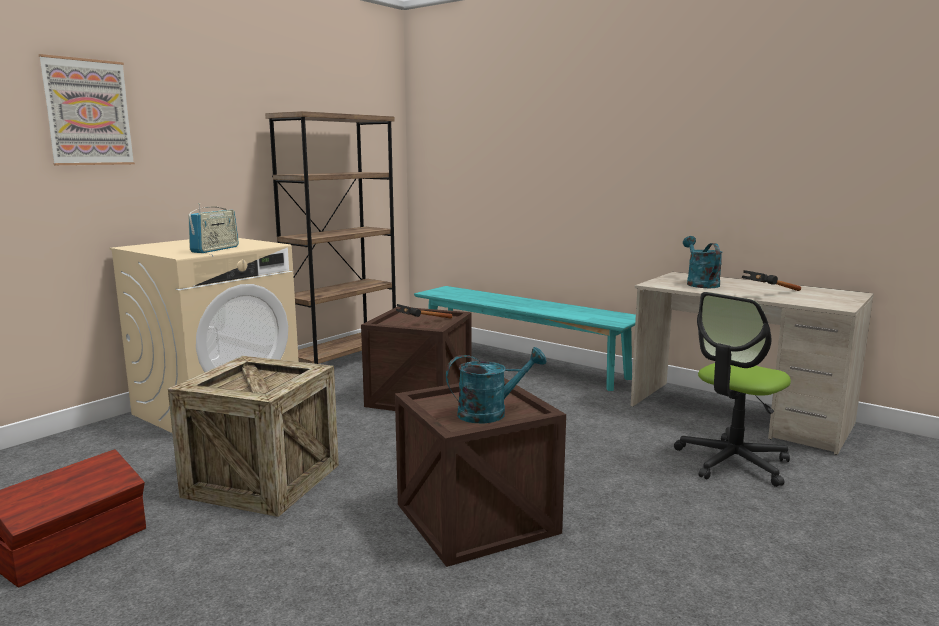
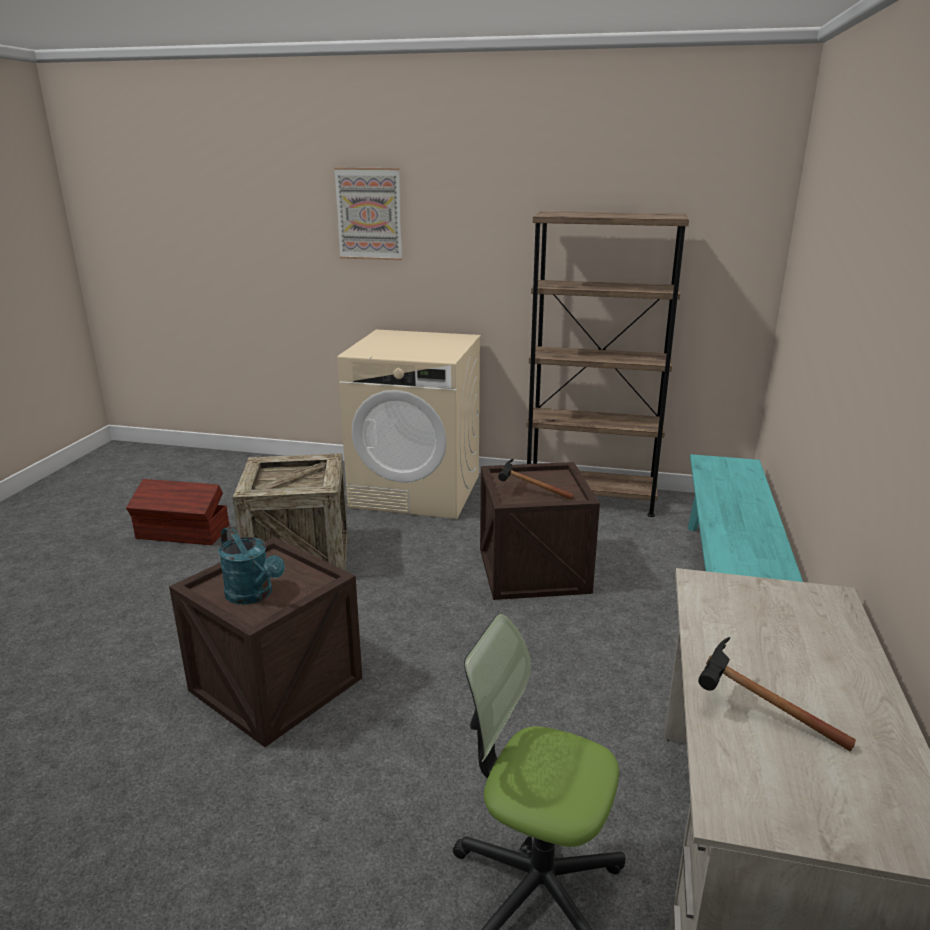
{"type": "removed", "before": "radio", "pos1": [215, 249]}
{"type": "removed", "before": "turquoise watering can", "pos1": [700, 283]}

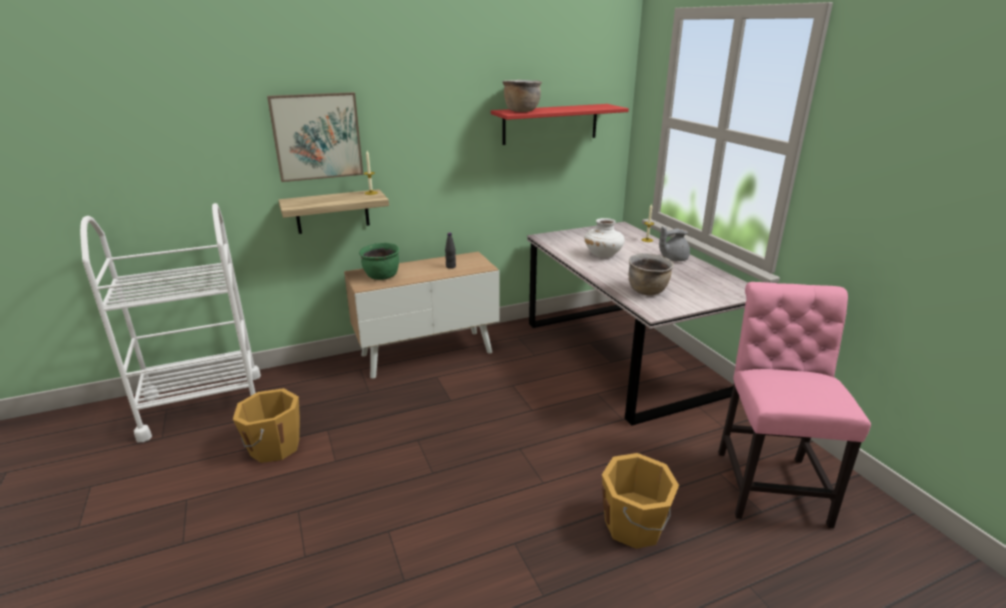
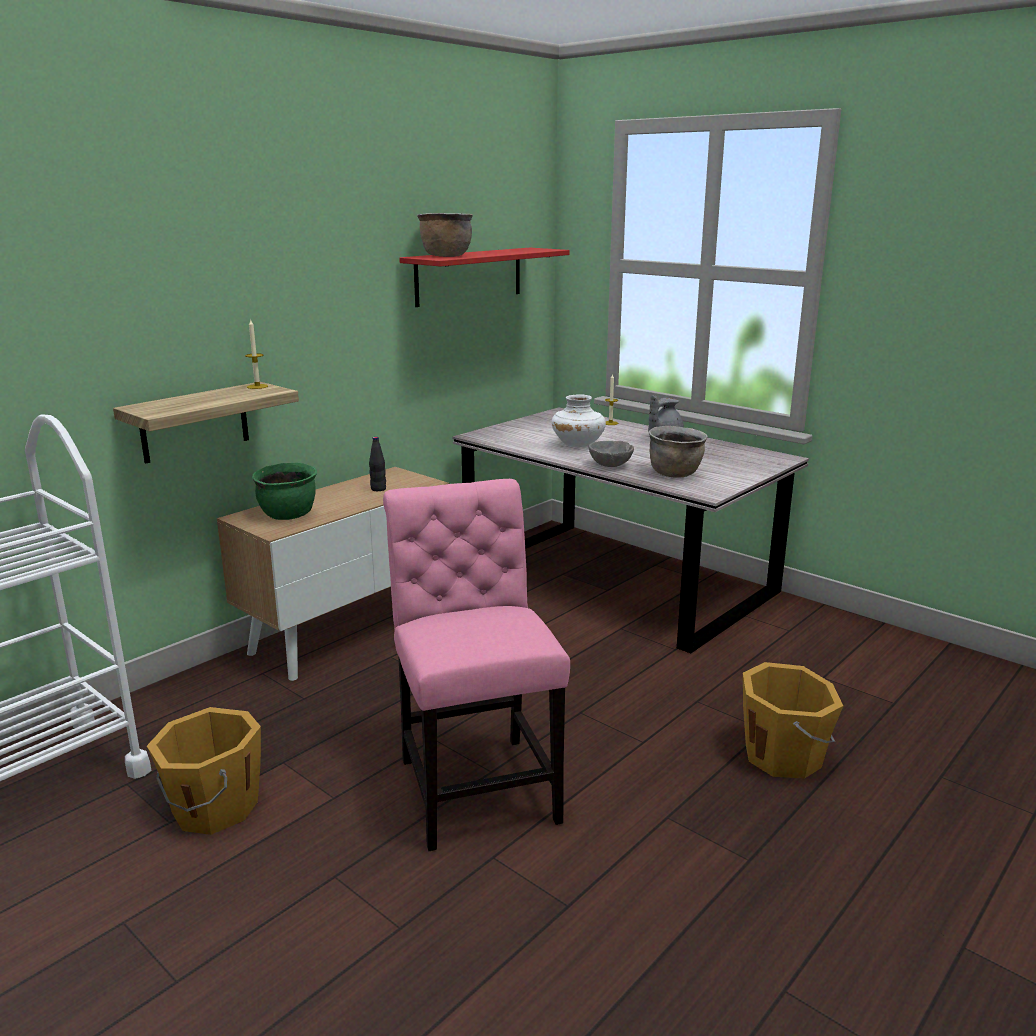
{"type": "removed", "before": "picture", "pos1": [317, 136]}
{"type": "moved", "before": "pink chair", "pos1": [769, 482], "pos2": [476, 784]}
{"type": "added", "after": "grey bowl", "pos2": [611, 465]}

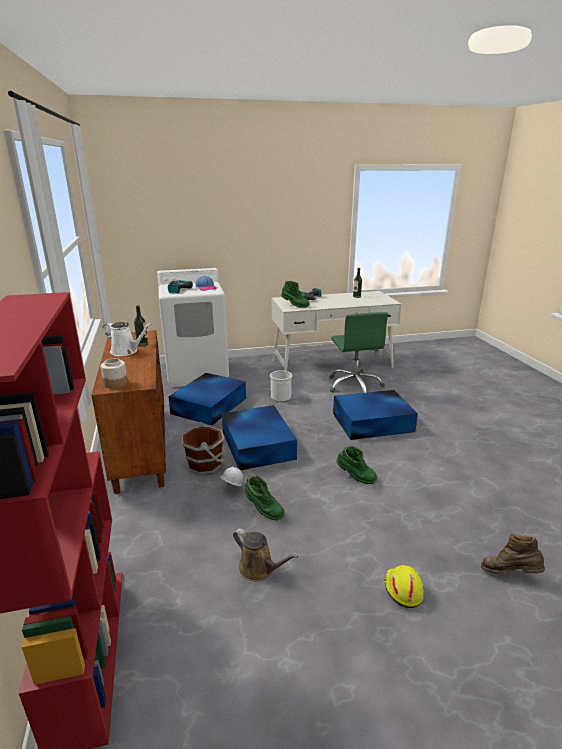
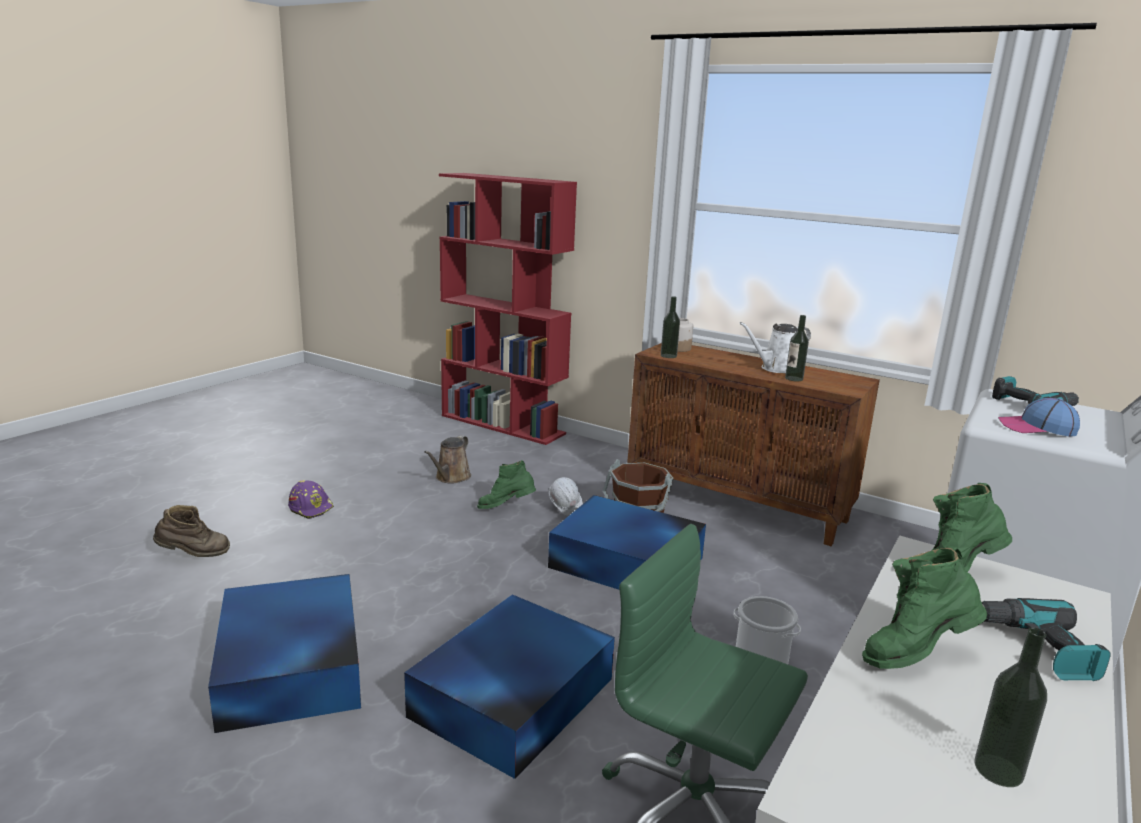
{"type": "moved", "before": "blue storage box", "pos1": [210, 405], "pos2": [289, 668]}
{"type": "turned", "before": "brown watering can", "pos1": [259, 569], "pos2": [451, 478], "turn": -60}
{"type": "moved", "before": "green boot", "pos1": [355, 477], "pos2": [915, 654]}
{"type": "recoloured", "before": "yellow hard hat", "after": "purple hard hat", "pos1": [402, 589], "pos2": [311, 508]}
{"type": "added", "after": "bottle", "pos2": [668, 356]}

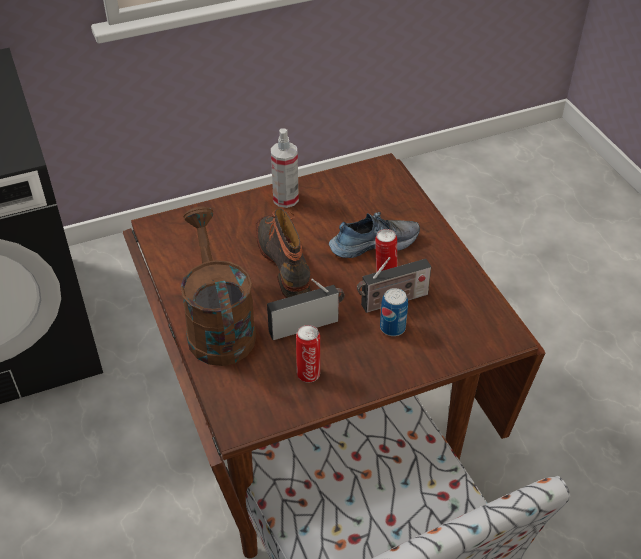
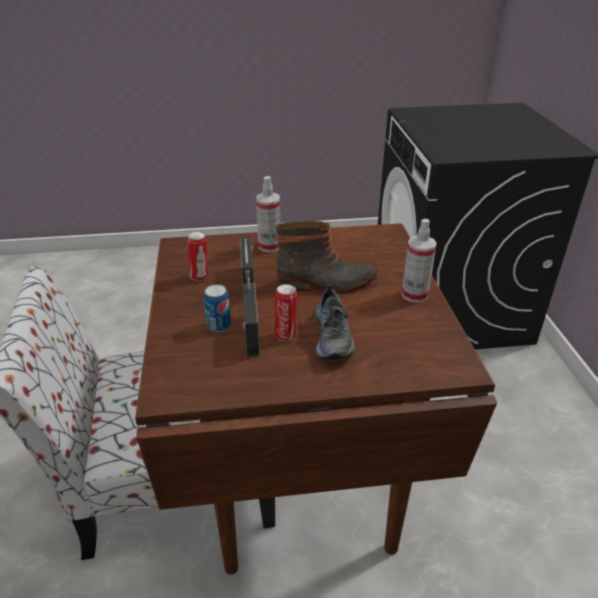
{"type": "replaced", "before": "brown watering can", "after": "spray bottle", "pos1": [218, 326], "pos2": [269, 246]}

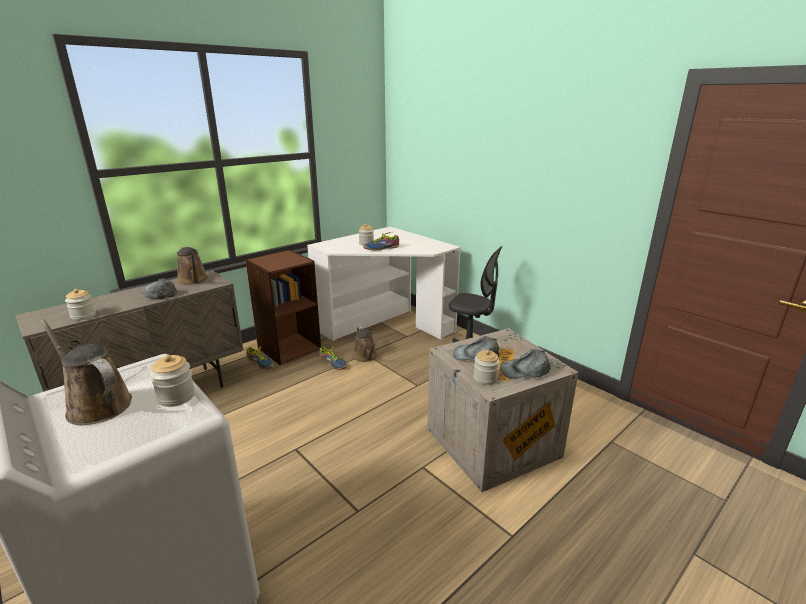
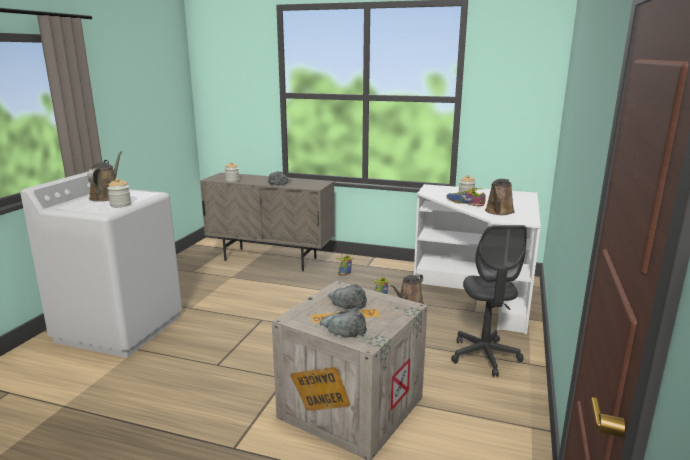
{"type": "moved", "before": "brown watering can", "pos1": [193, 280], "pos2": [498, 212]}
{"type": "removed", "before": "brown bookcase", "pos1": [289, 348]}
{"type": "removed", "before": "jar", "pos1": [485, 378]}

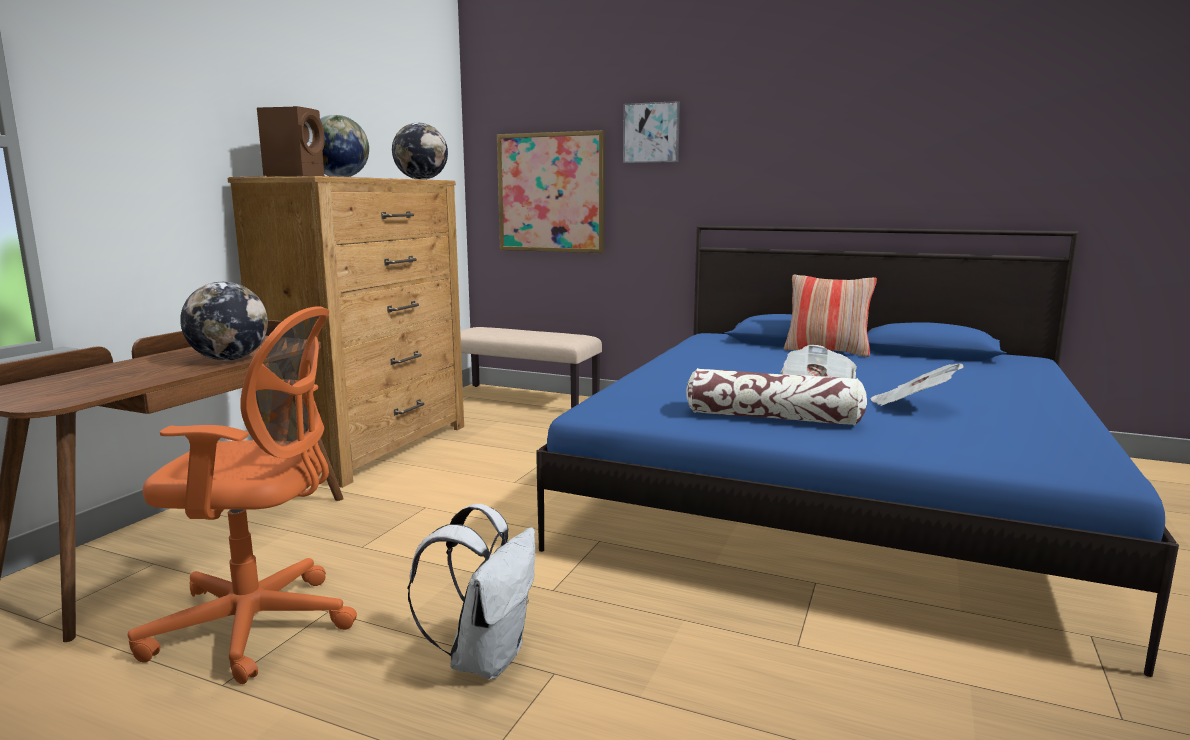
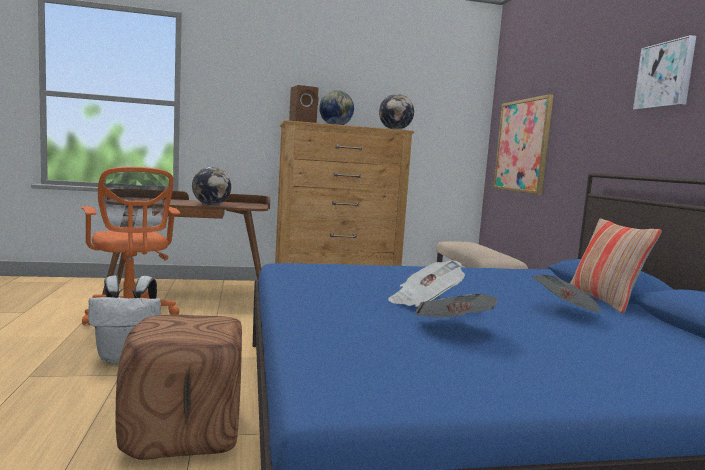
{"type": "moved", "before": "picture", "pos1": [651, 133], "pos2": [665, 75]}
{"type": "removed", "before": "pillow", "pos1": [773, 418]}
{"type": "added", "after": "brown ottoman", "pos2": [184, 433]}
{"type": "added", "after": "newspaper", "pos2": [567, 312]}

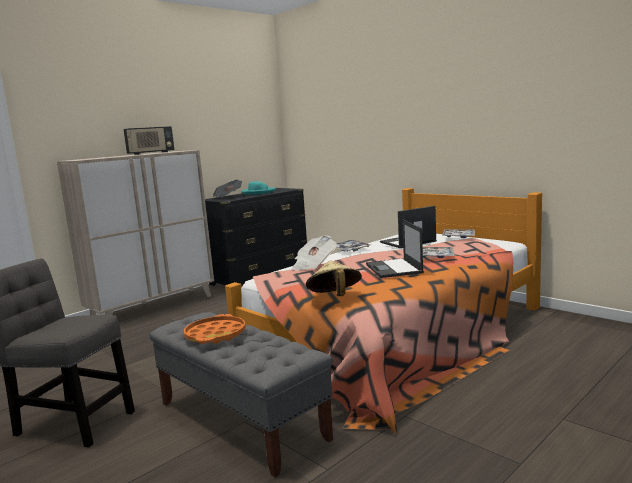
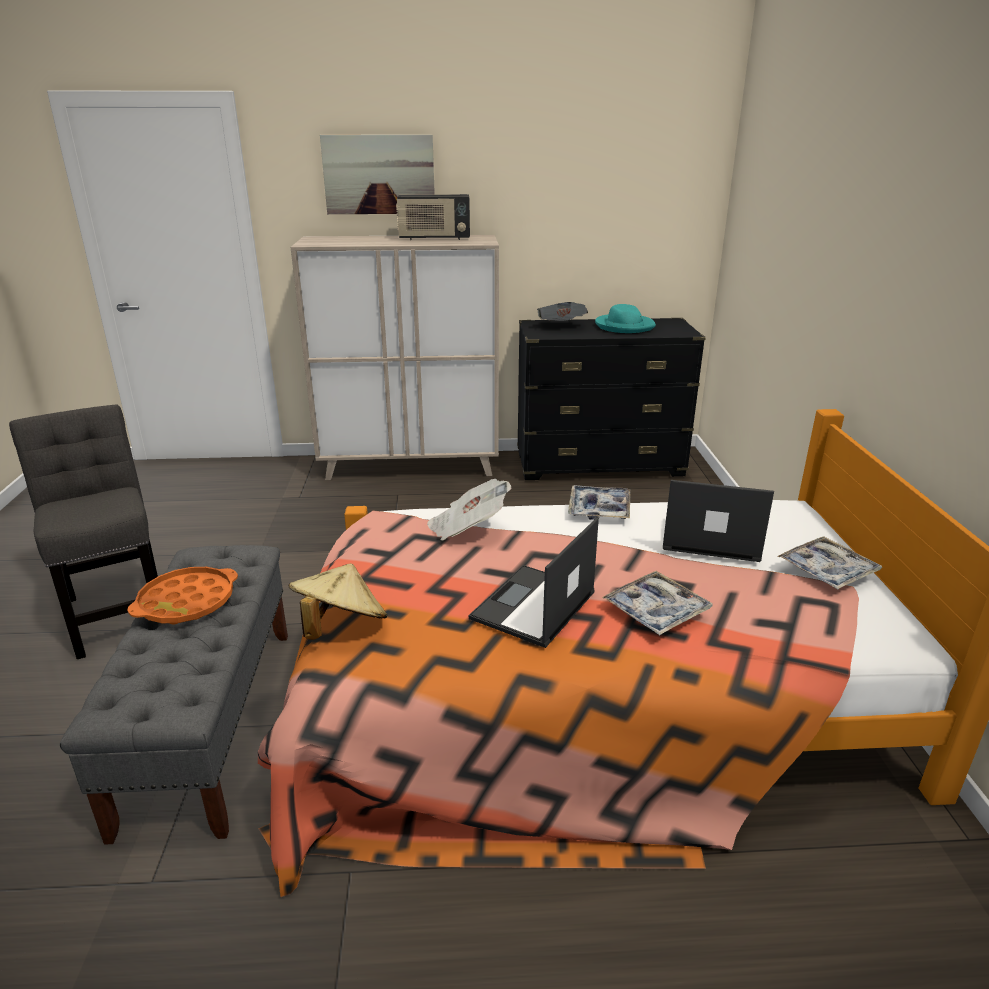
{"type": "added", "after": "picture", "pos2": [379, 175]}

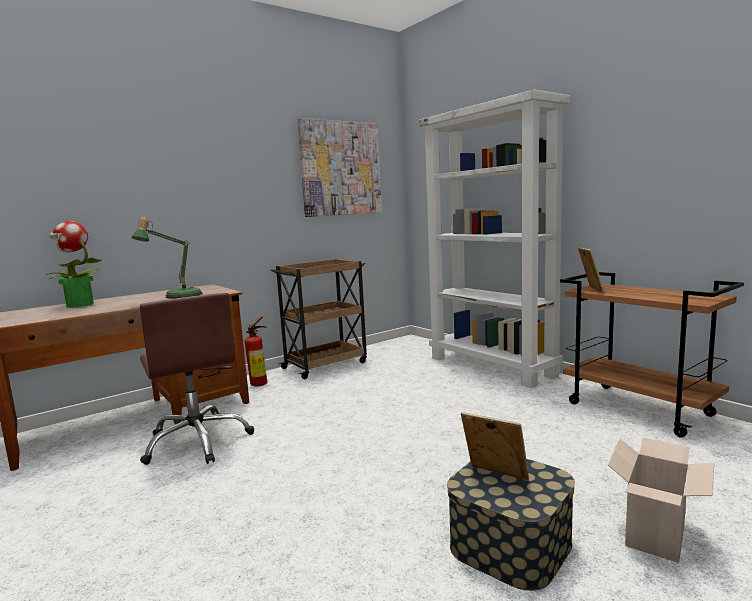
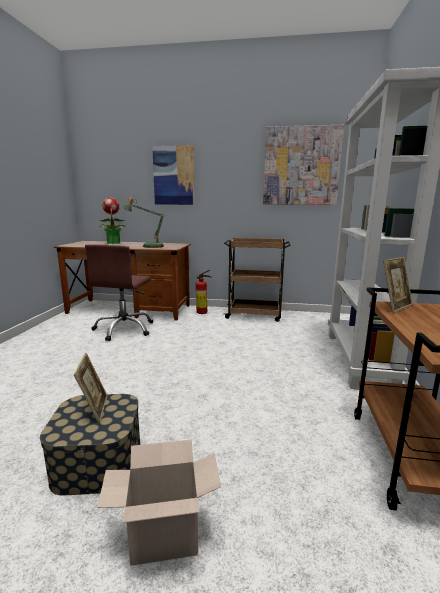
{"type": "added", "after": "picture", "pos2": [174, 175]}

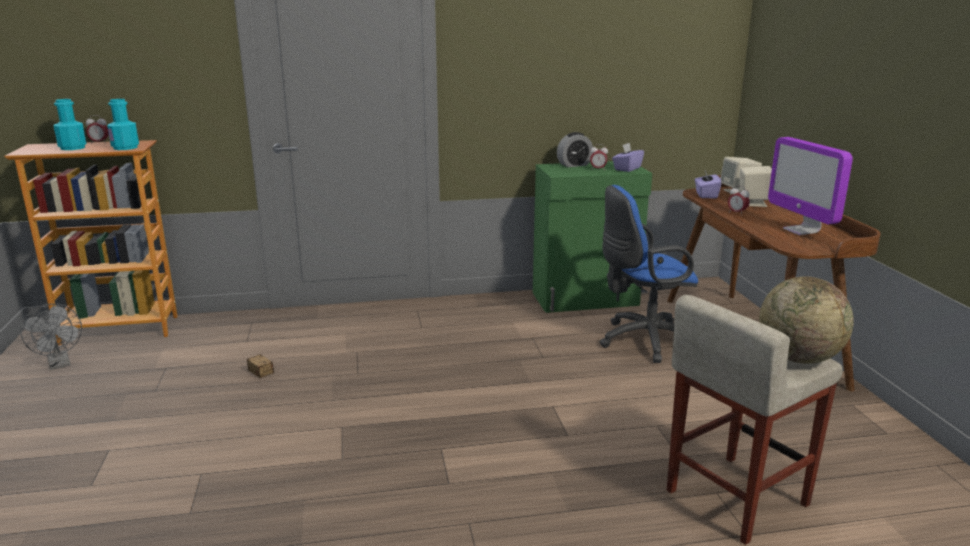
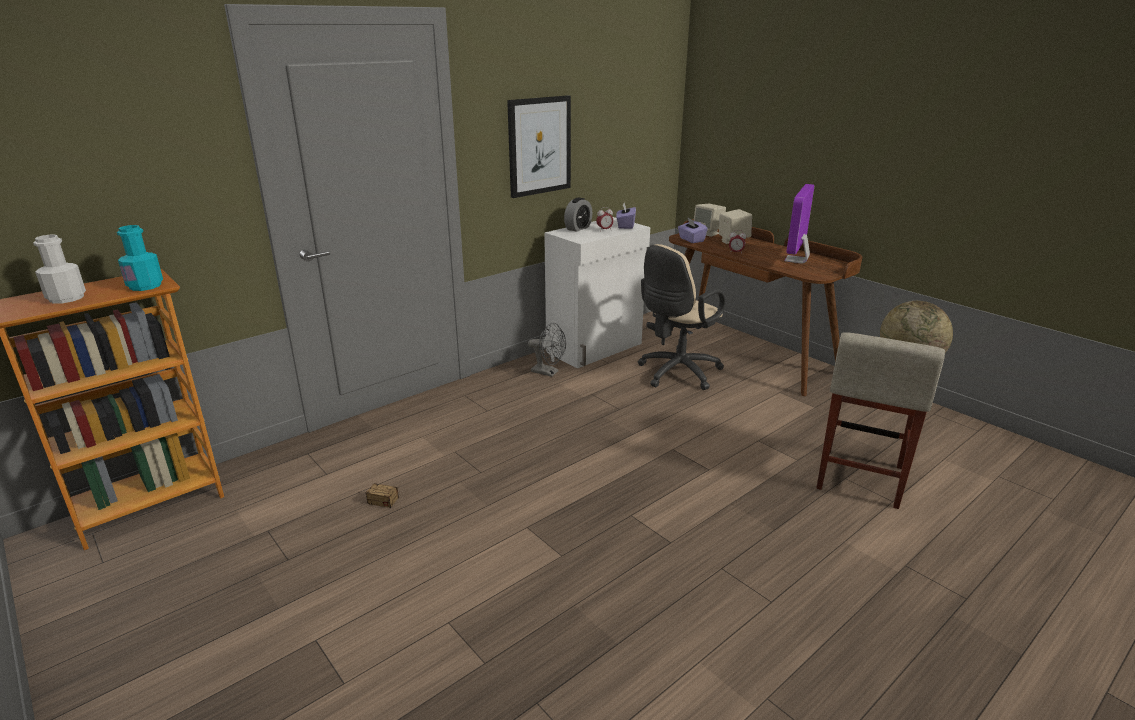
{"type": "moved", "before": "grey fan", "pos1": [60, 364], "pos2": [548, 372]}
{"type": "recoloured", "before": "turquoise bottle", "after": "white bottle", "pos1": [73, 148], "pos2": [66, 298]}
{"type": "removed", "before": "alarm clock", "pos1": [99, 143]}
{"type": "recoloured", "before": "green cabinet", "after": "white cabinet", "pos1": [586, 299], "pos2": [596, 348]}
{"type": "recoloured", "before": "blue office chair", "after": "beige office chair", "pos1": [642, 341], "pos2": [676, 374]}
{"type": "turned", "before": "monitor", "pos1": [801, 230], "pos2": [796, 260], "turn": 75}
{"type": "added", "after": "picture", "pos2": [539, 146]}

